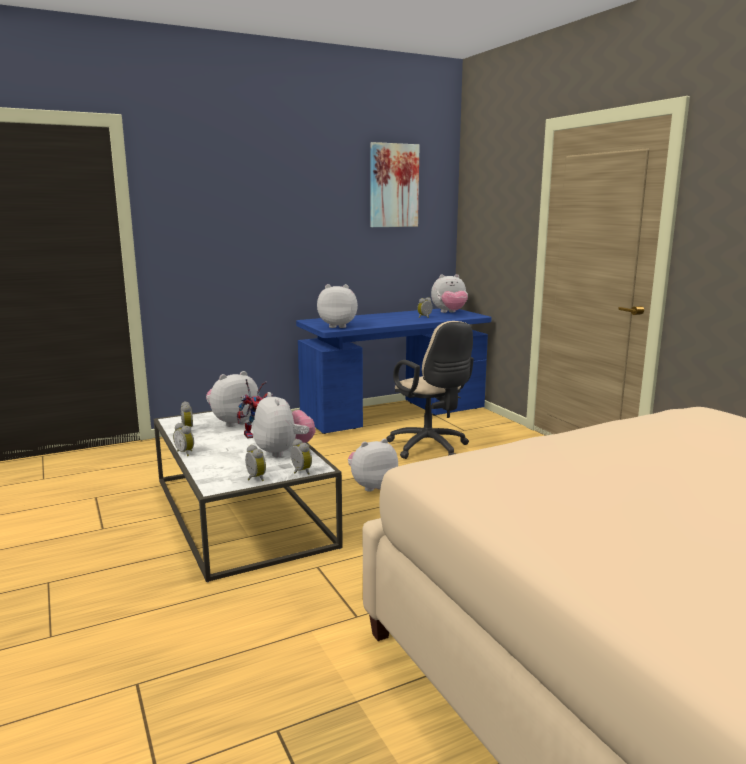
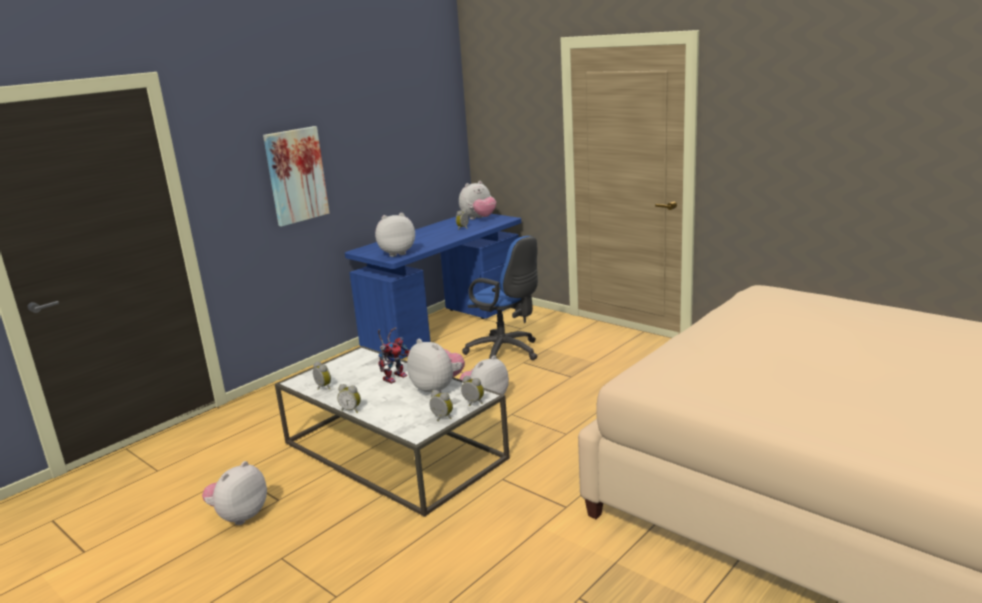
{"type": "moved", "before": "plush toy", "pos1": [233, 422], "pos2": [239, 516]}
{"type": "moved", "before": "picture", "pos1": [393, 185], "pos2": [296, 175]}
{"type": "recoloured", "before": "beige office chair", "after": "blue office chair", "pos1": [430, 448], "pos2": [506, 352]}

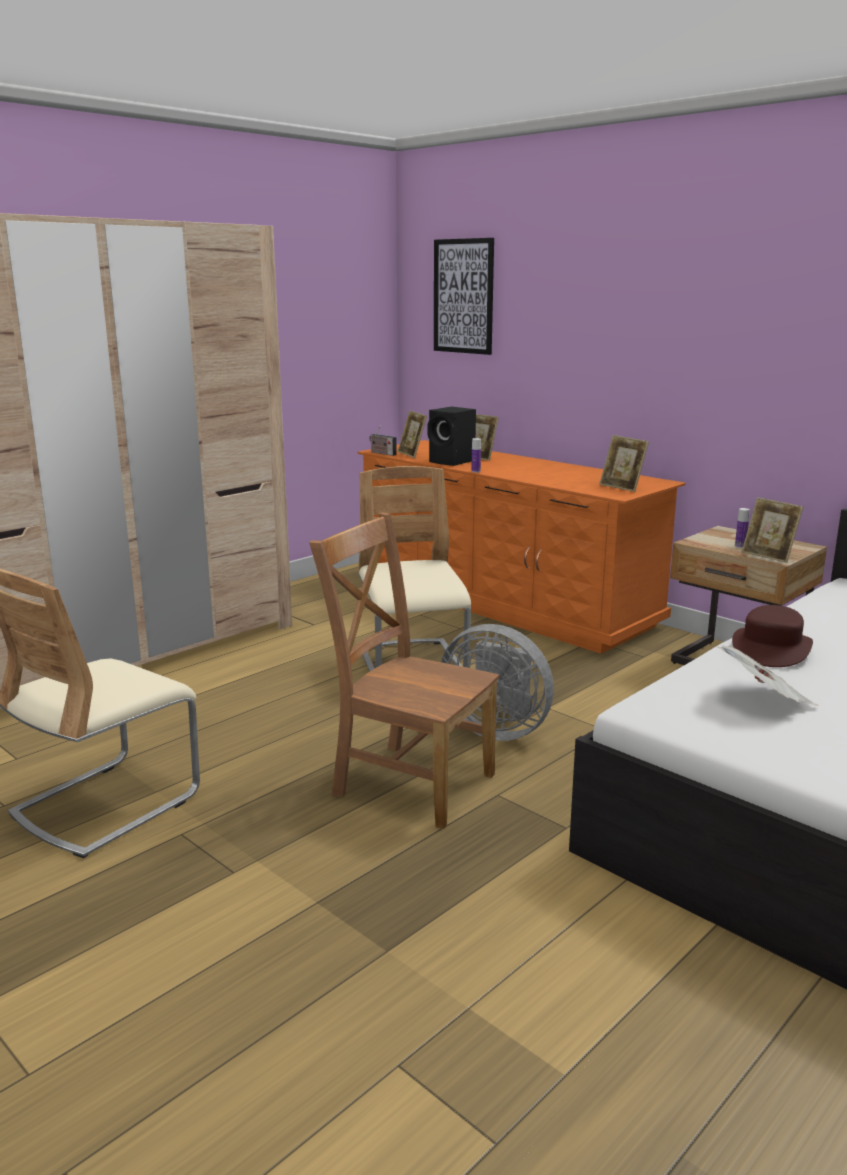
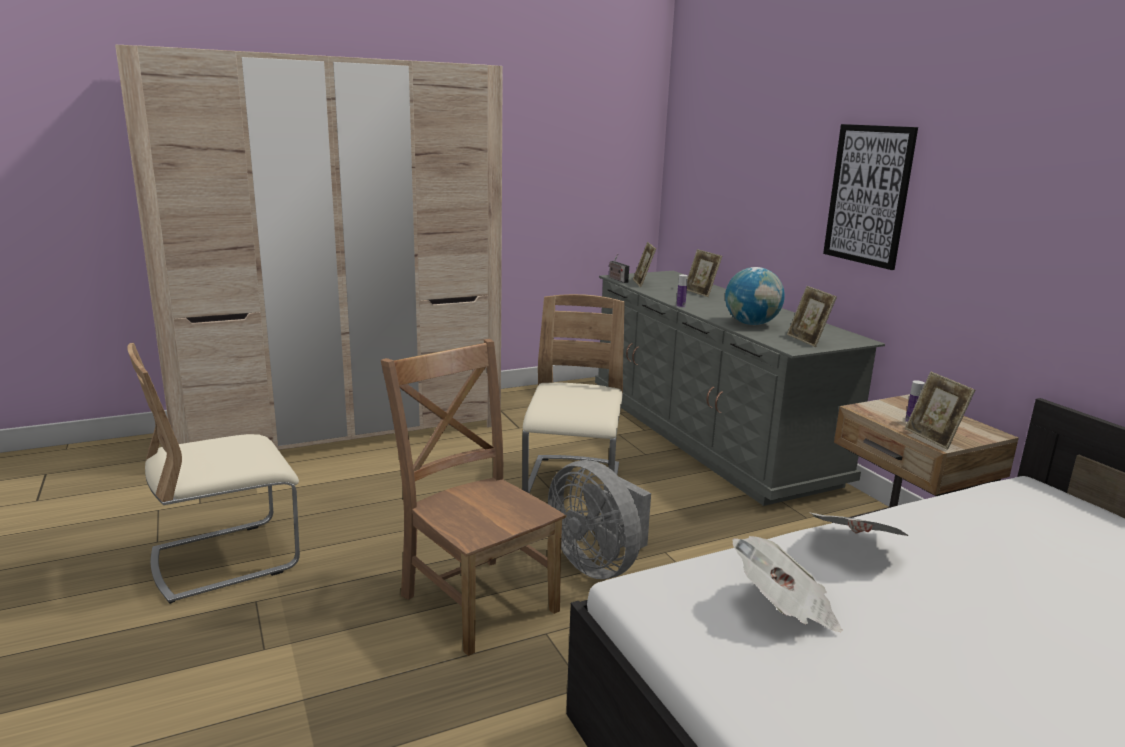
{"type": "recoloured", "before": "orange dresser", "after": "grey dresser", "pos1": [503, 602], "pos2": [706, 435]}
{"type": "removed", "before": "black speaker", "pos1": [453, 462]}
{"type": "moved", "before": "picture", "pos1": [463, 296], "pos2": [868, 195]}
{"type": "replaced", "before": "brown hat", "after": "newspaper", "pos1": [771, 648], "pos2": [854, 547]}
{"type": "added", "after": "globe", "pos2": [751, 324]}

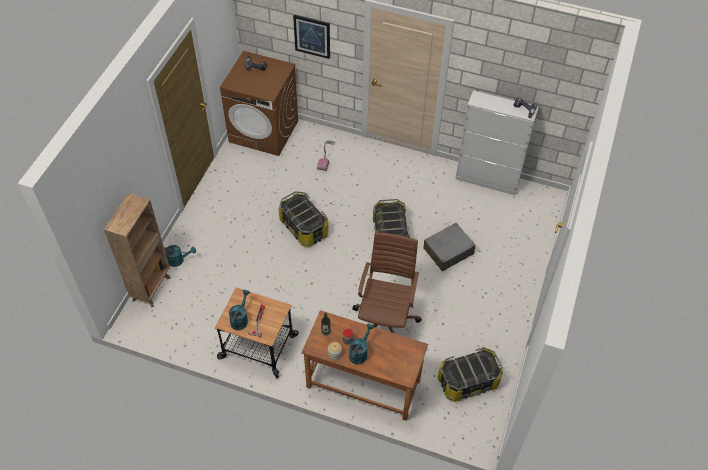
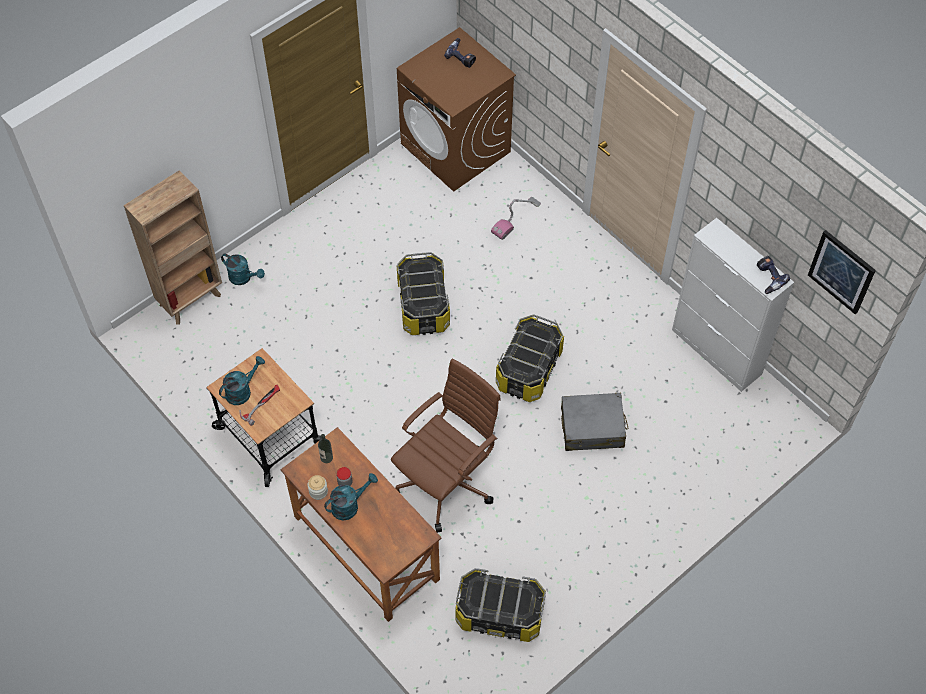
{"type": "moved", "before": "picture", "pos1": [312, 36], "pos2": [841, 271]}

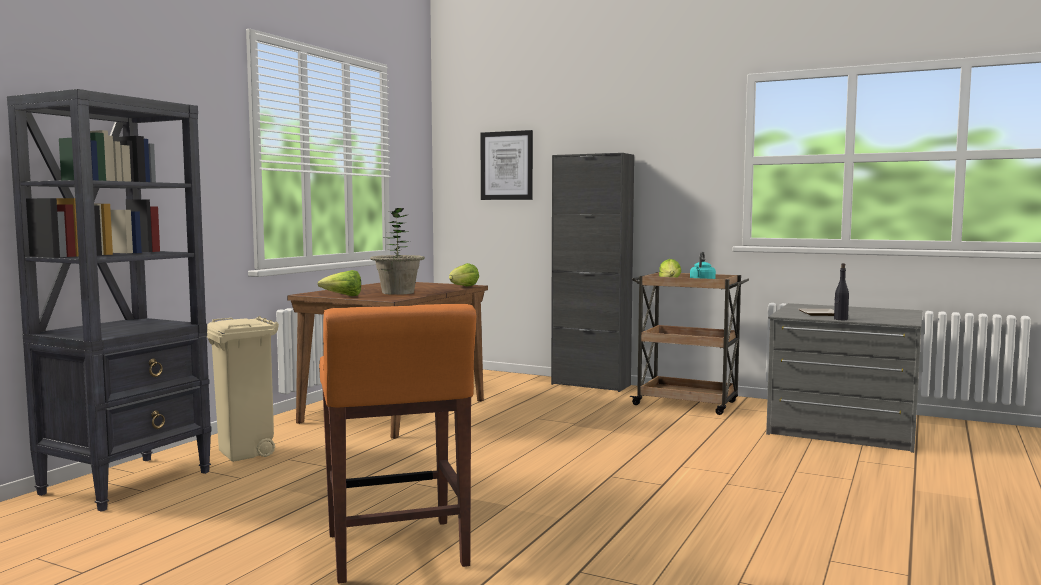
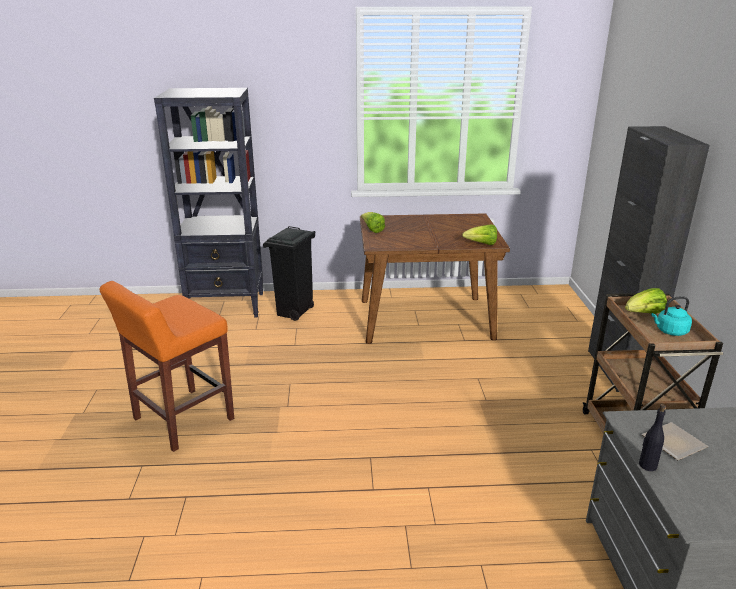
{"type": "recoloured", "before": "beige trash can", "after": "black trash can", "pos1": [245, 453], "pos2": [294, 312]}
{"type": "removed", "before": "potted plant", "pos1": [398, 293]}
{"type": "removed", "before": "picture", "pos1": [506, 165]}

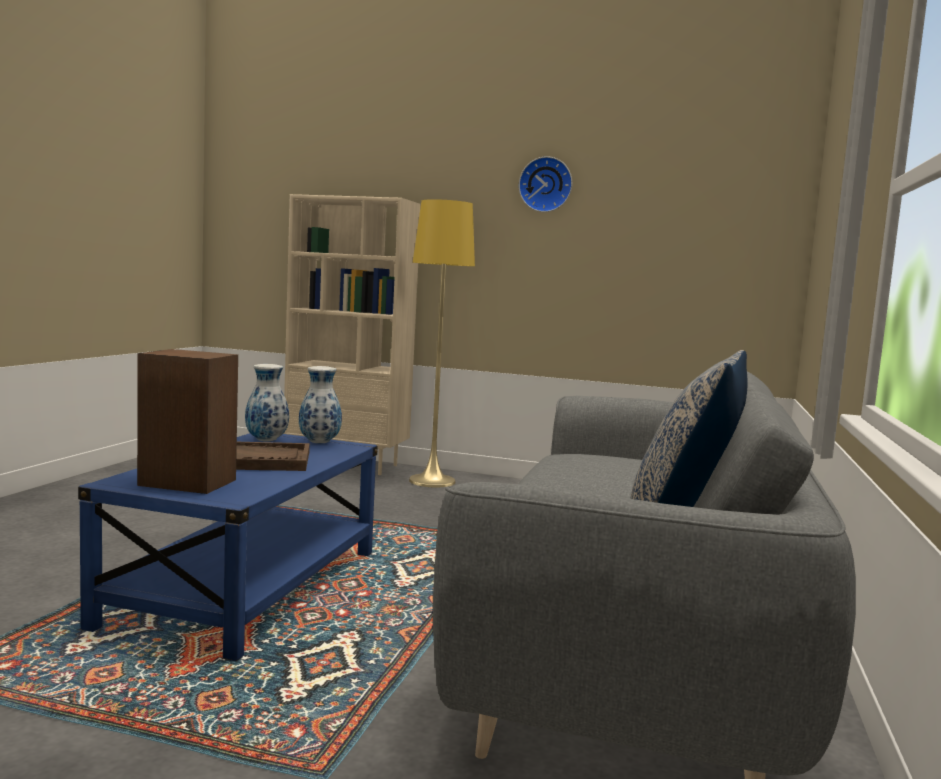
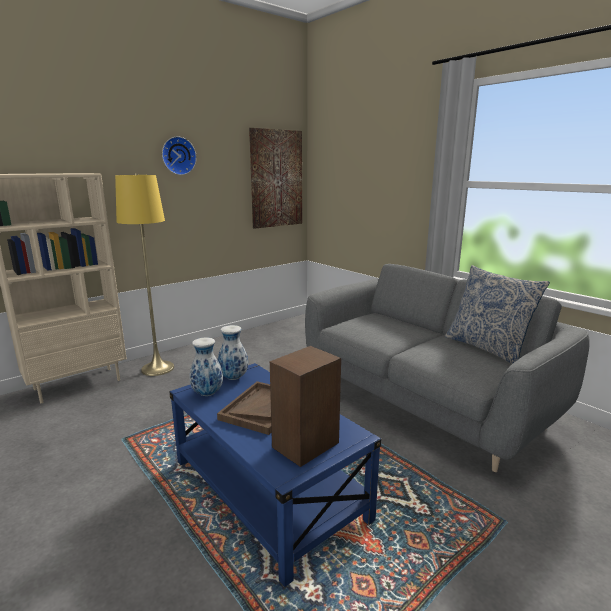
{"type": "added", "after": "picture", "pos2": [276, 179]}

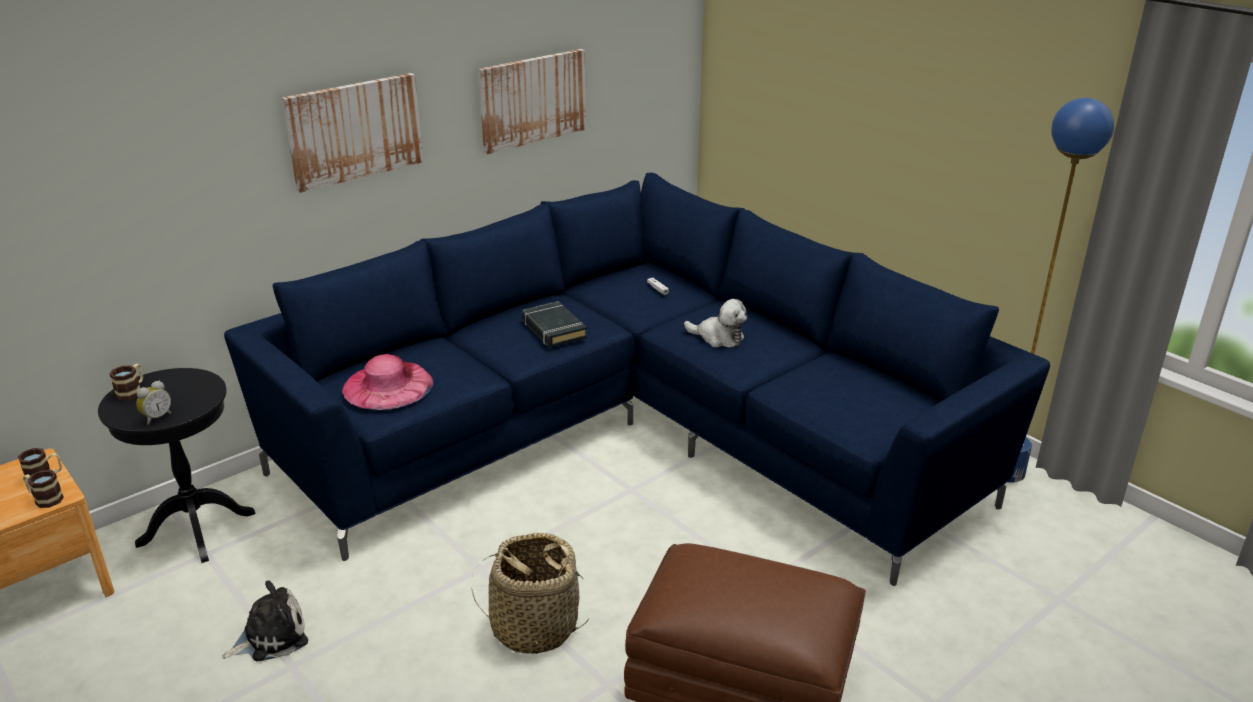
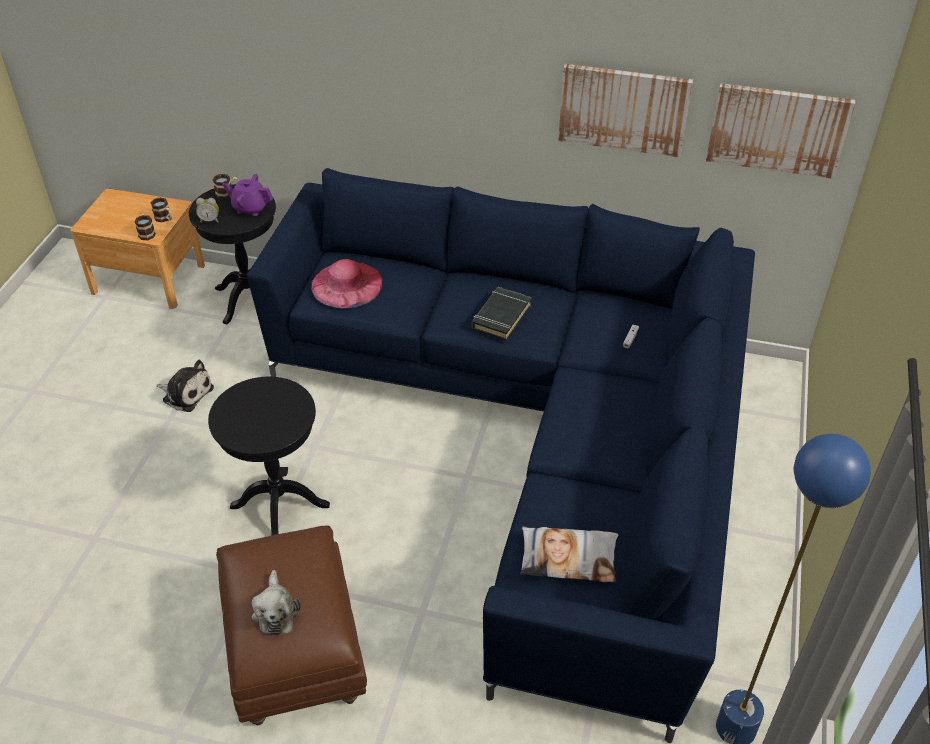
{"type": "moved", "before": "picture", "pos1": [354, 130], "pos2": [777, 129]}
{"type": "replaced", "before": "basket", "after": "black side table", "pos1": [534, 627], "pos2": [280, 506]}
{"type": "moved", "before": "plush toy", "pos1": [718, 337], "pos2": [276, 611]}
{"type": "added", "after": "purple teapot", "pos2": [250, 208]}
{"type": "added", "after": "pillow", "pos2": [568, 558]}

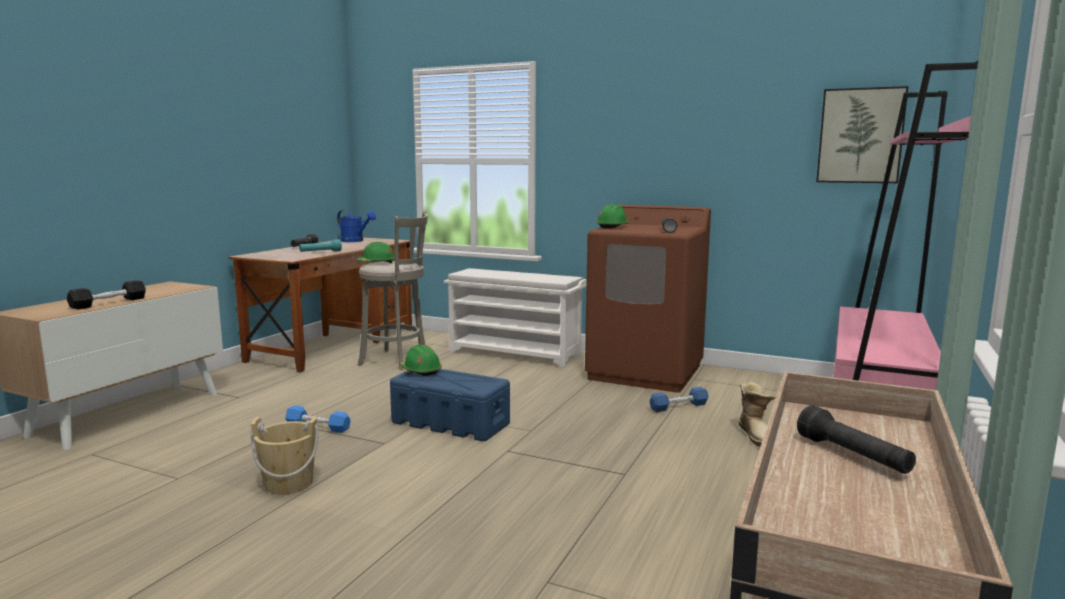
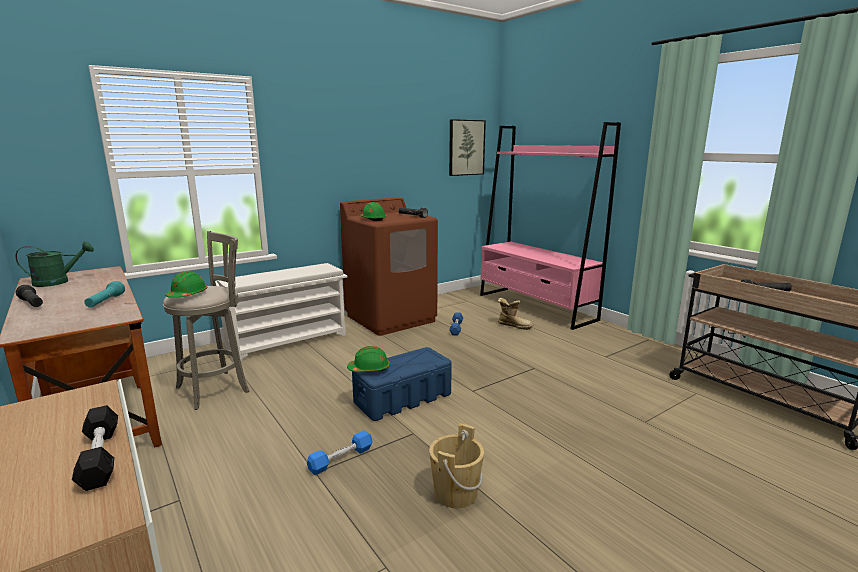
{"type": "recoloured", "before": "blue watering can", "after": "green watering can", "pos1": [355, 241], "pos2": [58, 282]}

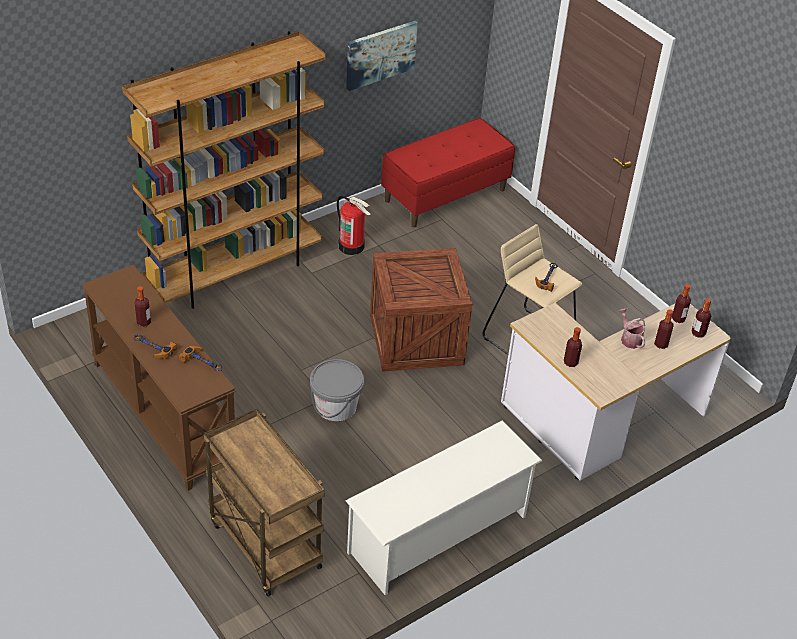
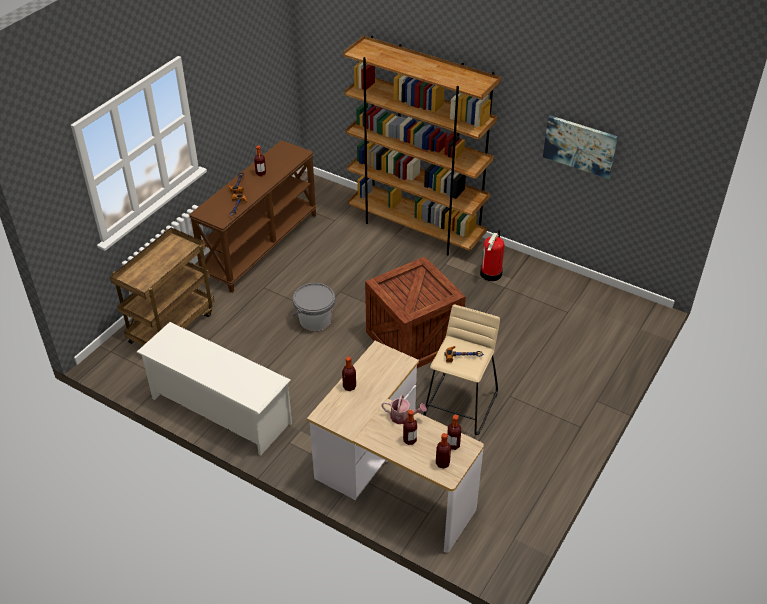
{"type": "removed", "before": "red bench", "pos1": [445, 195]}
{"type": "turned", "before": "watering can", "pos1": [629, 339], "pos2": [403, 417], "turn": 60}

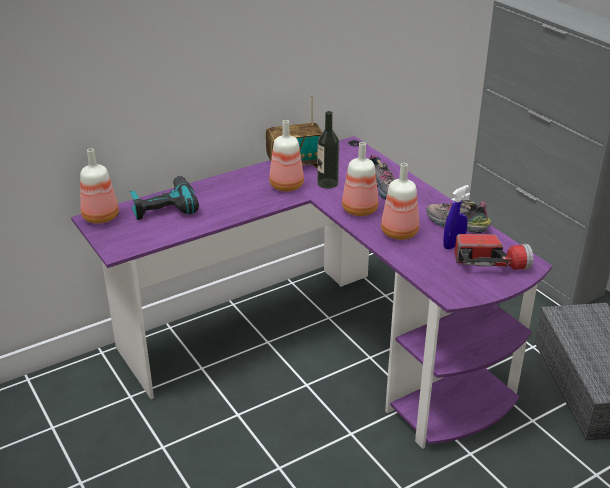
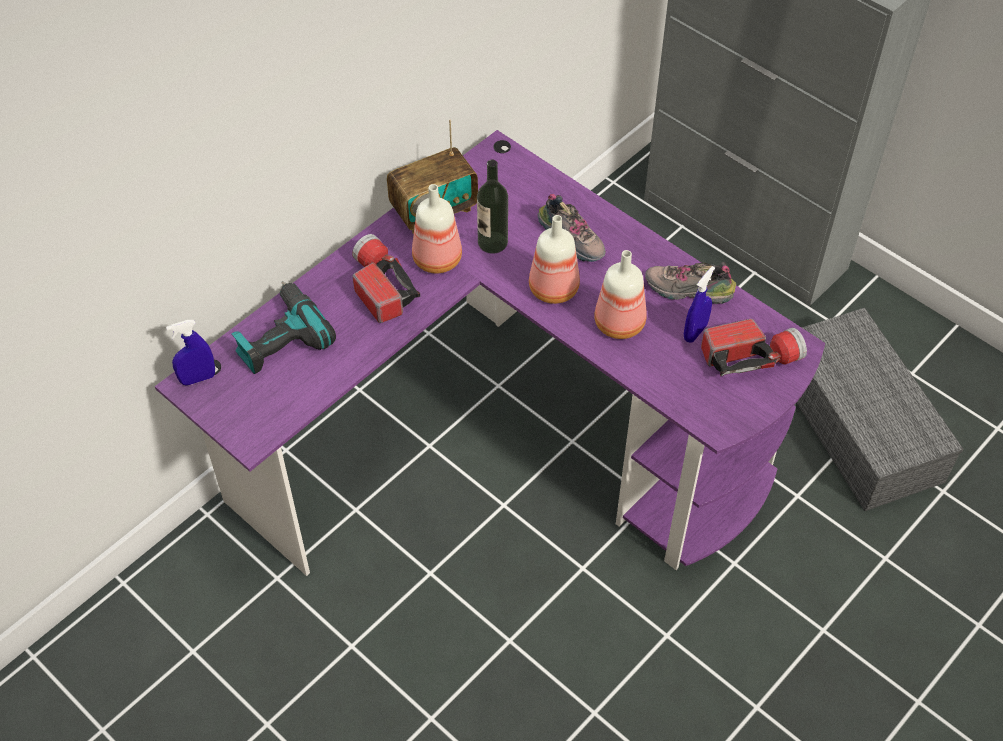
{"type": "replaced", "before": "bottle", "after": "blue spray bottle", "pos1": [100, 217], "pos2": [198, 378]}
{"type": "added", "after": "flashlight", "pos2": [380, 287]}

